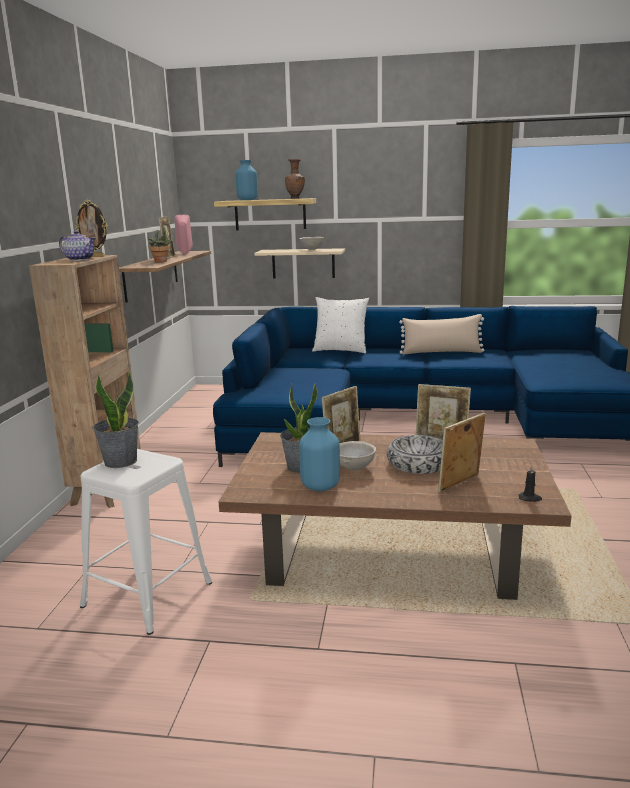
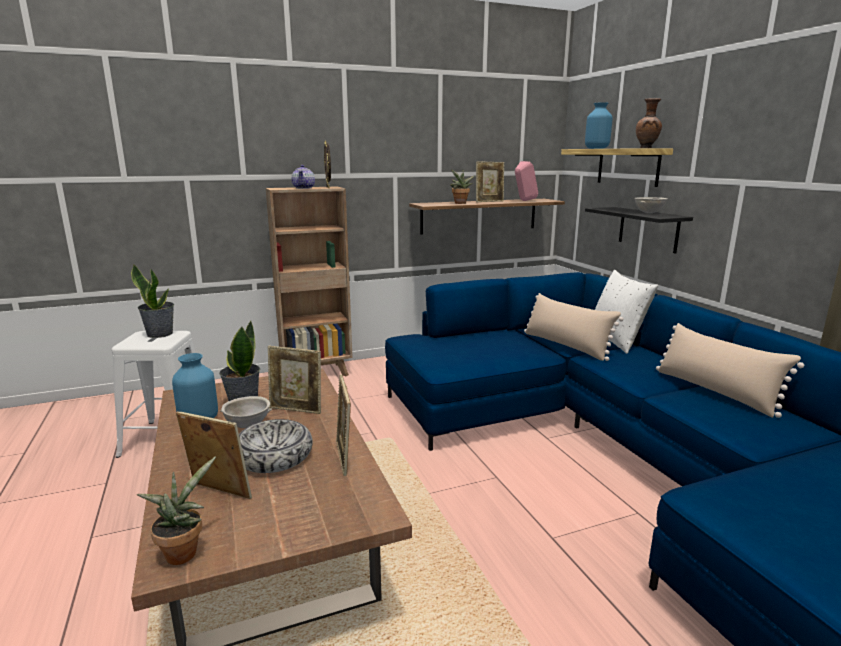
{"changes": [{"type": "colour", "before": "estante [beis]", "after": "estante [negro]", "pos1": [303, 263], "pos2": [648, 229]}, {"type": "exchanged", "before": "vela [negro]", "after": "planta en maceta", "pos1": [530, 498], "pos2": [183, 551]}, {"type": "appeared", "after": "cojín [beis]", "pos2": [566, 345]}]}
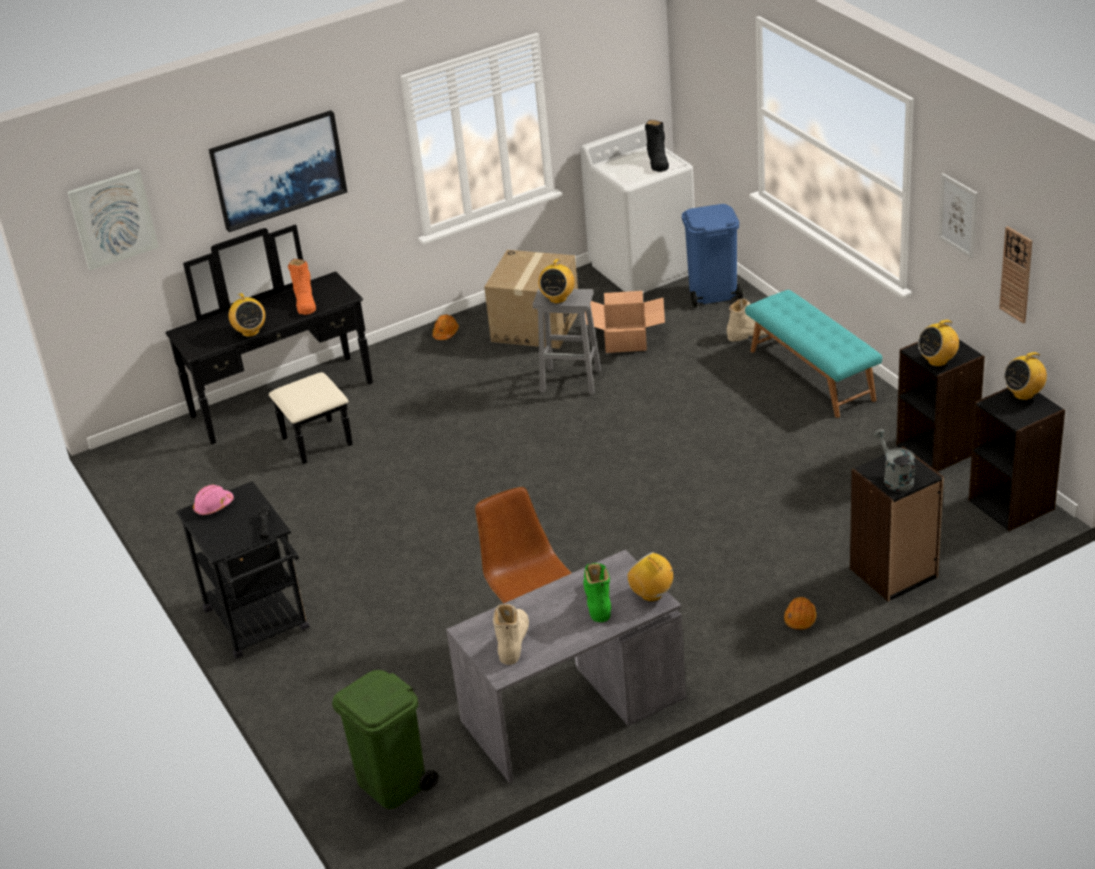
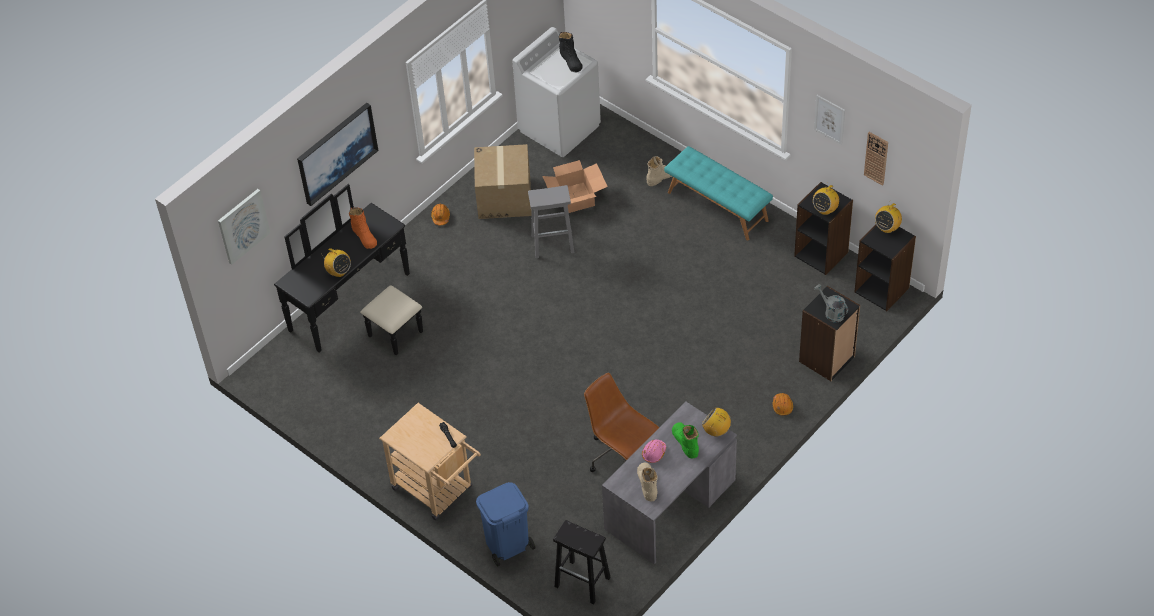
{"changes": [{"type": "relocated", "before": "papelera [azul]", "pos1": [712, 293], "pos2": [507, 544]}, {"type": "missing", "before": "radio", "pos1": [558, 298]}, {"type": "colour", "before": "carrito [negro]", "after": "carrito [beis]", "pos1": [260, 625], "pos2": [437, 491]}, {"type": "relocated", "before": "casco [rosa]", "pos1": [213, 506], "pos2": [654, 453]}, {"type": "exchanged", "before": "papelera [verde]", "after": "taburete [negro]", "pos1": [393, 783], "pos2": [583, 582]}]}
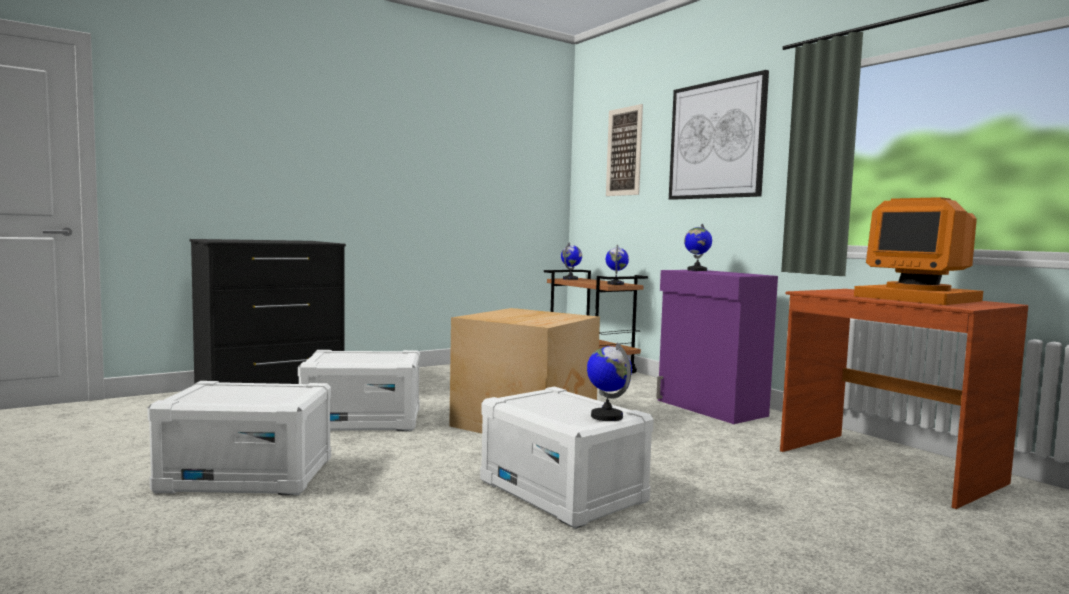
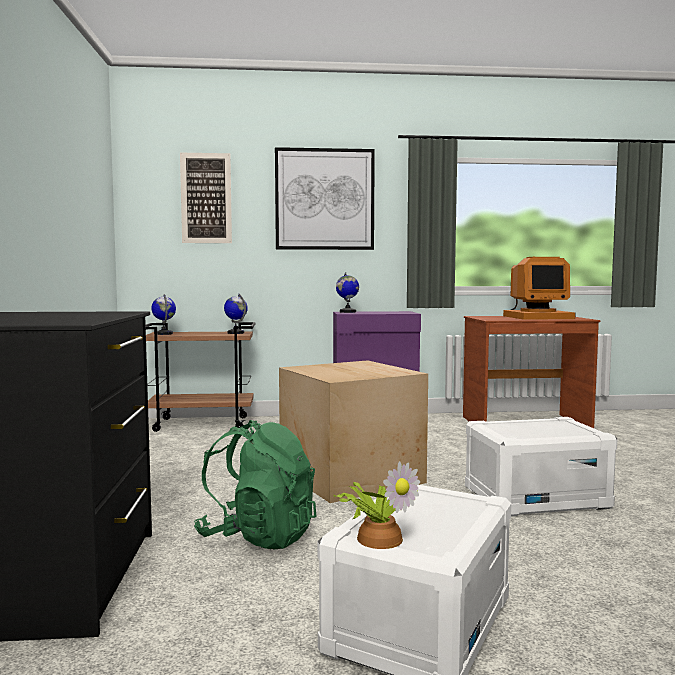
{"changes": [{"type": "missing", "before": "globo terráqueo", "pos1": [607, 416]}, {"type": "exchanged", "before": "caja de almacenaje [blanco]", "after": "mochila [verde]", "pos1": [363, 420], "pos2": [258, 536]}, {"type": "appeared", "after": "planta en maceta", "pos2": [379, 537]}]}
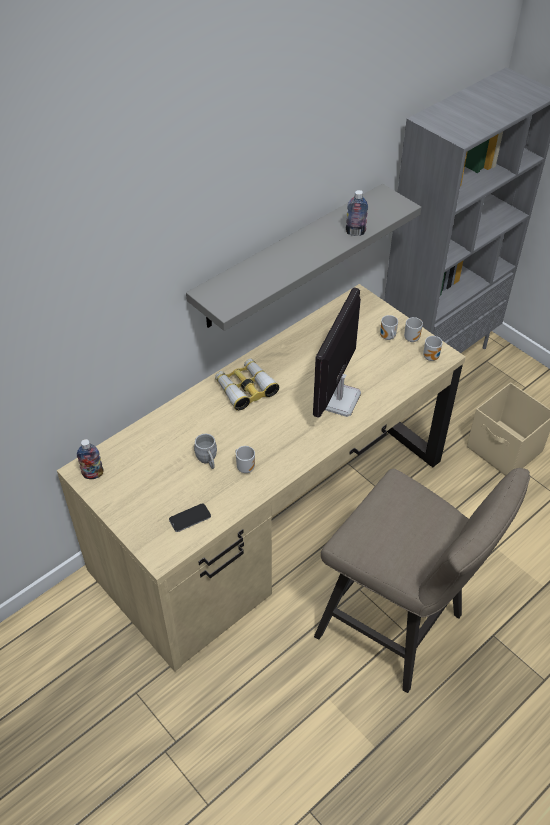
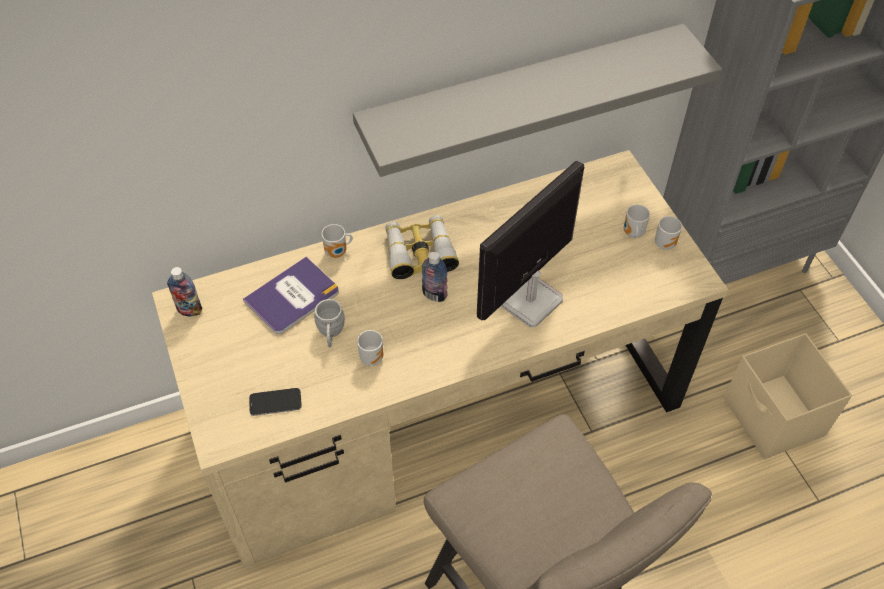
{"changes": [{"type": "relocated", "before": "botella", "pos1": [355, 232], "pos2": [434, 295]}, {"type": "relocated", "before": "taza grande", "pos1": [432, 357], "pos2": [338, 253]}, {"type": "appeared", "after": "libro", "pos2": [292, 297]}]}
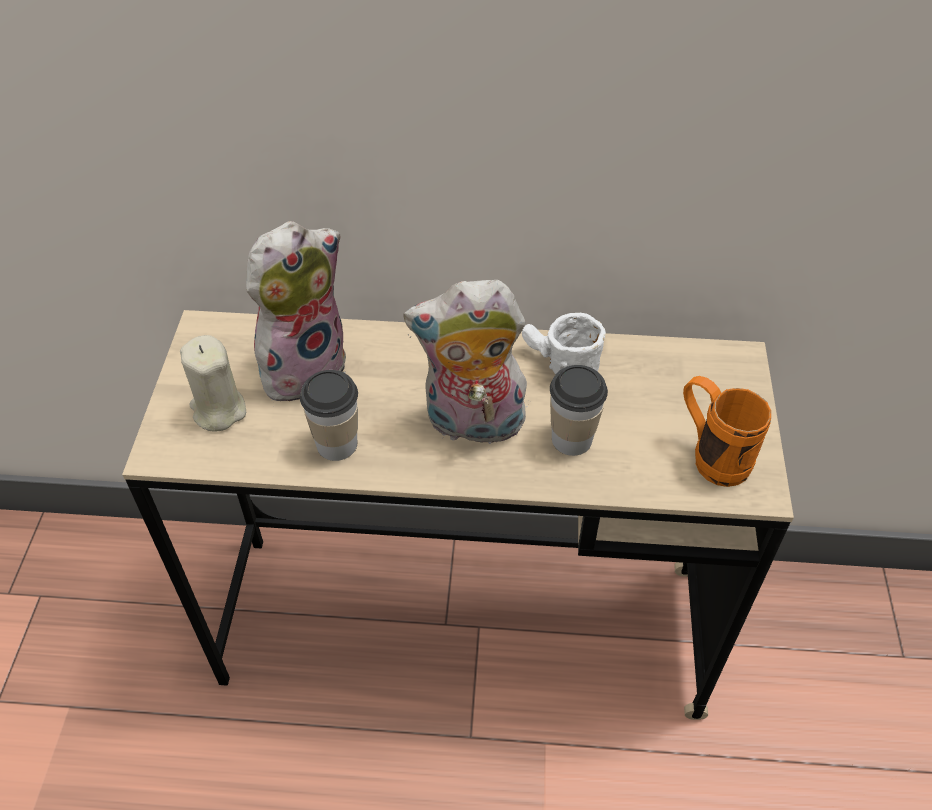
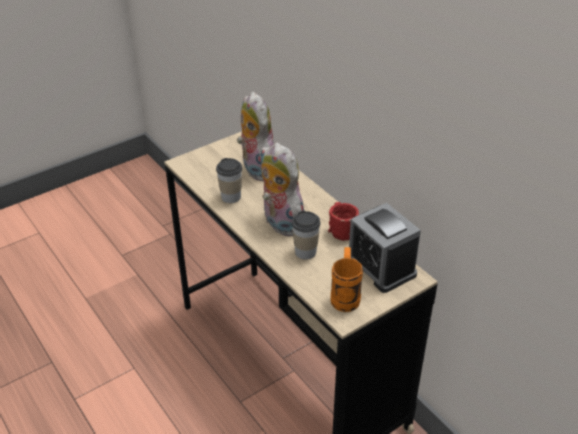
{"changes": [{"type": "spun", "before": "peluche", "pos1": [304, 366], "pos2": [256, 169], "turn": -120}, {"type": "colour", "before": "taza grande [blanco]", "after": "taza grande [rojo]", "pos1": [557, 366], "pos2": [339, 228]}, {"type": "missing", "before": "vela [beis]", "pos1": [218, 410]}, {"type": "appeared", "after": "despertador", "pos2": [381, 266]}]}
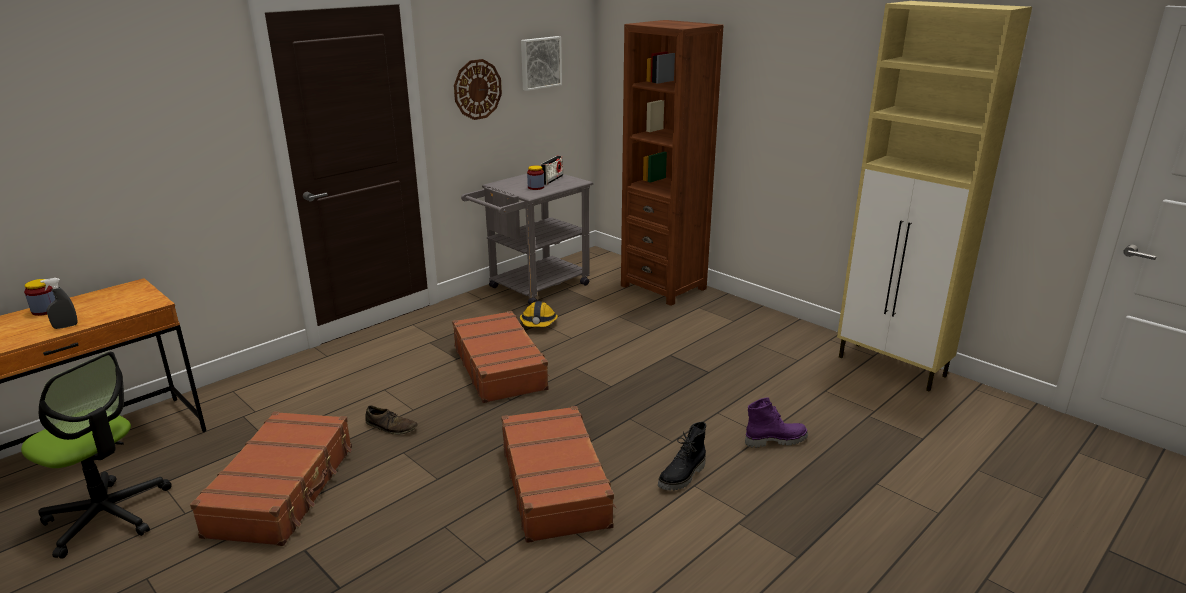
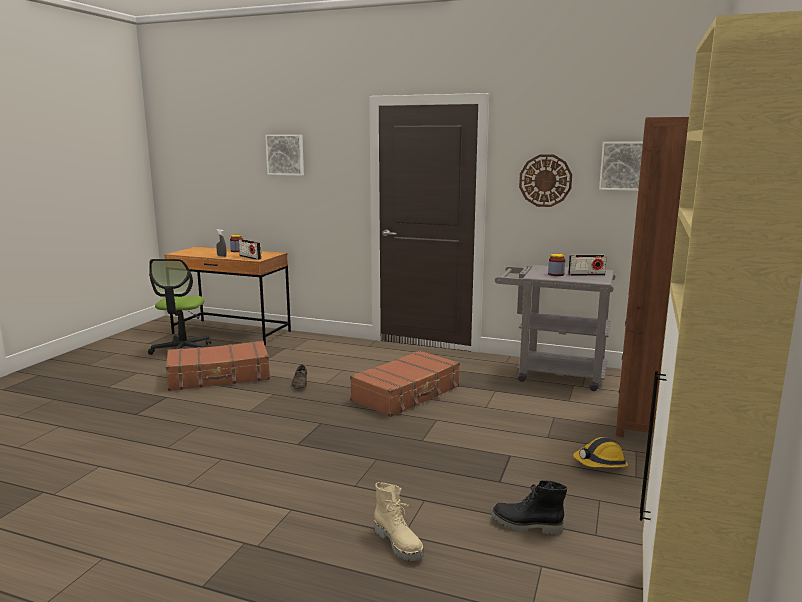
{"changes": [{"type": "relocated", "before": "casco", "pos1": [538, 323], "pos2": [600, 463]}, {"type": "colour", "before": "bota [morado]", "after": "bota [beis]", "pos1": [775, 440], "pos2": [399, 543]}, {"type": "missing", "before": "maleta [marrón]", "pos1": [555, 484]}, {"type": "relocated", "before": "bota [negro]", "pos1": [683, 477], "pos2": [526, 526]}, {"type": "appeared", "after": "cuadro", "pos2": [285, 155]}, {"type": "appeared", "after": "radio", "pos2": [250, 257]}]}
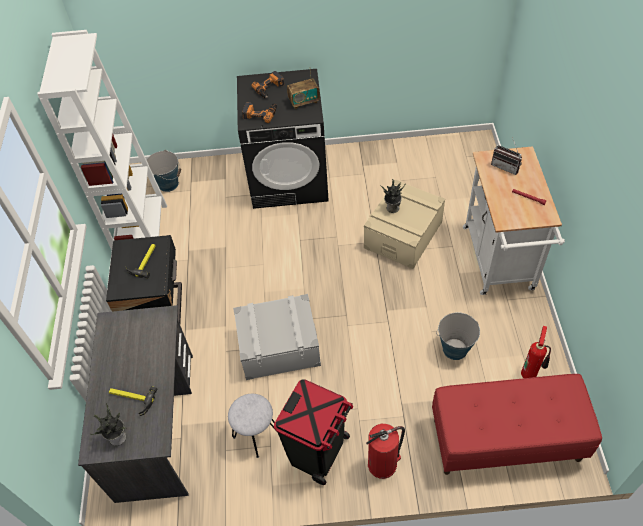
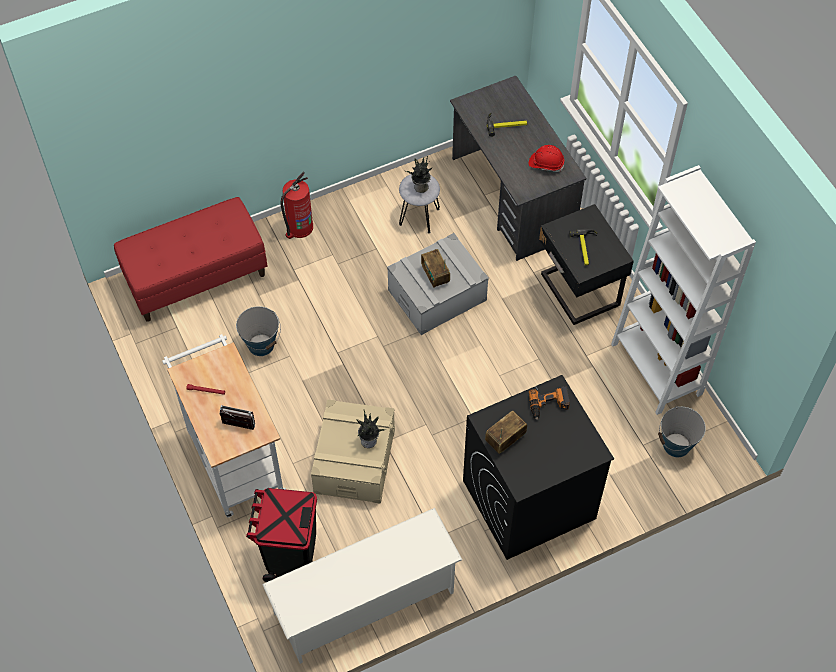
{"changes": [{"type": "missing", "before": "taladro", "pos1": [270, 88]}, {"type": "missing", "before": "extintor", "pos1": [530, 373]}, {"type": "relocated", "before": "papelera [negro]", "pos1": [318, 452], "pos2": [291, 558]}, {"type": "relocated", "before": "planta en maceta", "pos1": [118, 437], "pos2": [420, 187]}, {"type": "appeared", "after": "casco [rojo]", "pos2": [546, 164]}, {"type": "appeared", "after": "radio", "pos2": [435, 275]}, {"type": "appeared", "after": "zapatero [blanco]", "pos2": [365, 603]}]}
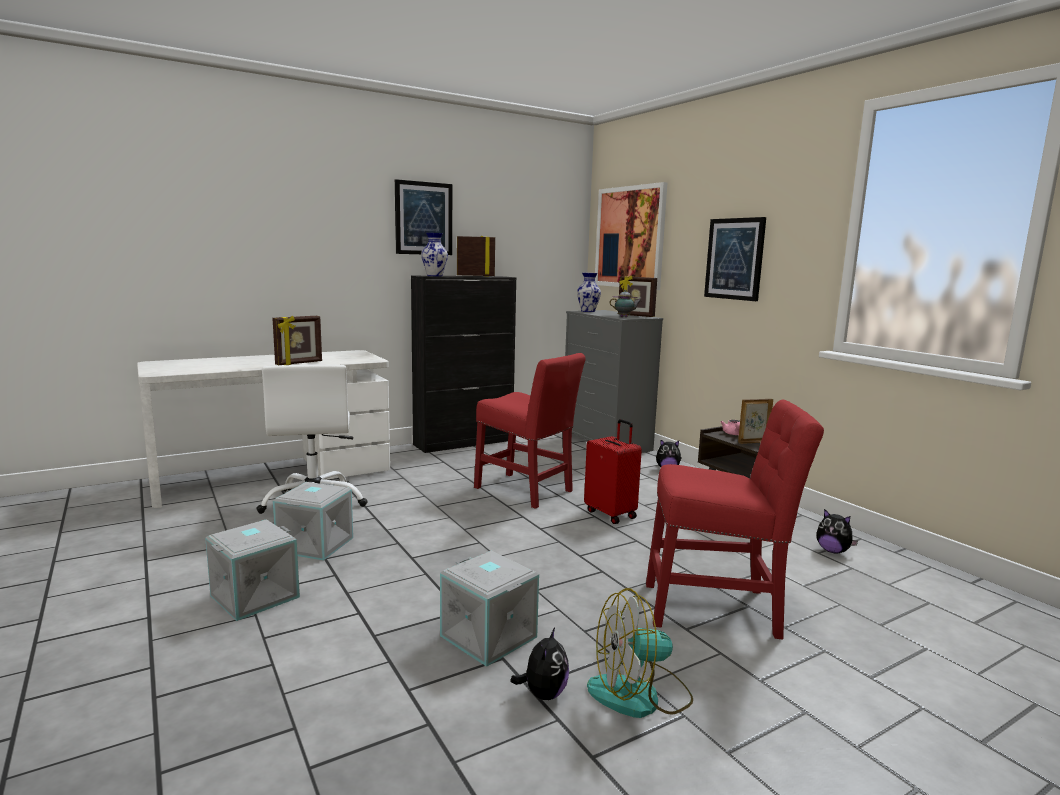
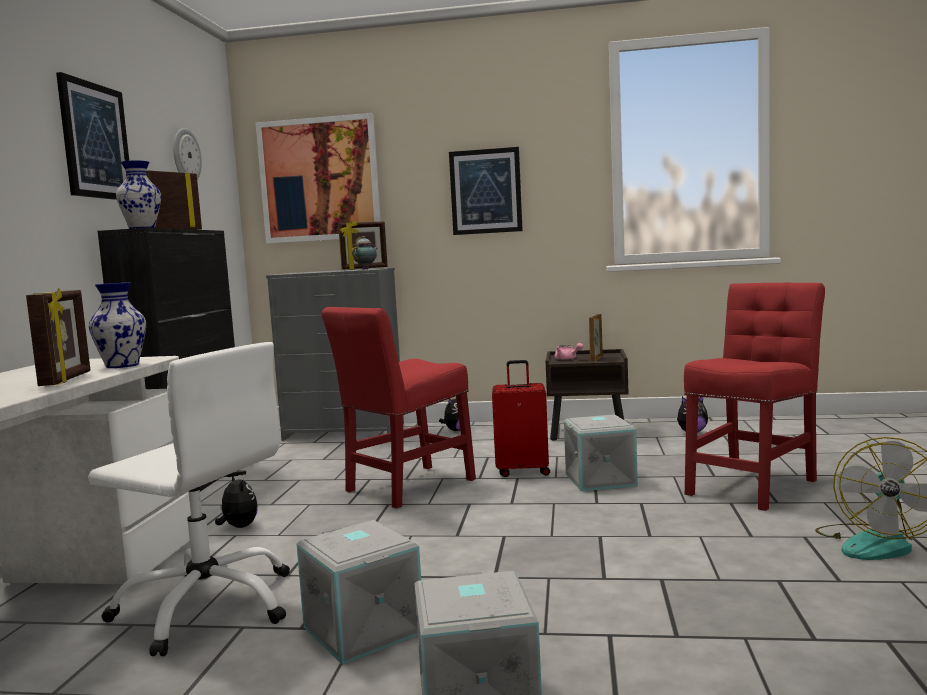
{"changes": [{"type": "relocated", "before": "florero", "pos1": [588, 311], "pos2": [123, 365]}, {"type": "spun", "before": "silla [rojo]", "pos1": [526, 491], "pos2": [406, 487], "turn": 150}, {"type": "relocated", "before": "caja de almacenaje [gris]", "pos1": [490, 636], "pos2": [600, 479]}, {"type": "relocated", "before": "peluche", "pos1": [543, 693], "pos2": [238, 527]}, {"type": "appeared", "after": "reloj de pared", "pos2": [185, 156]}]}
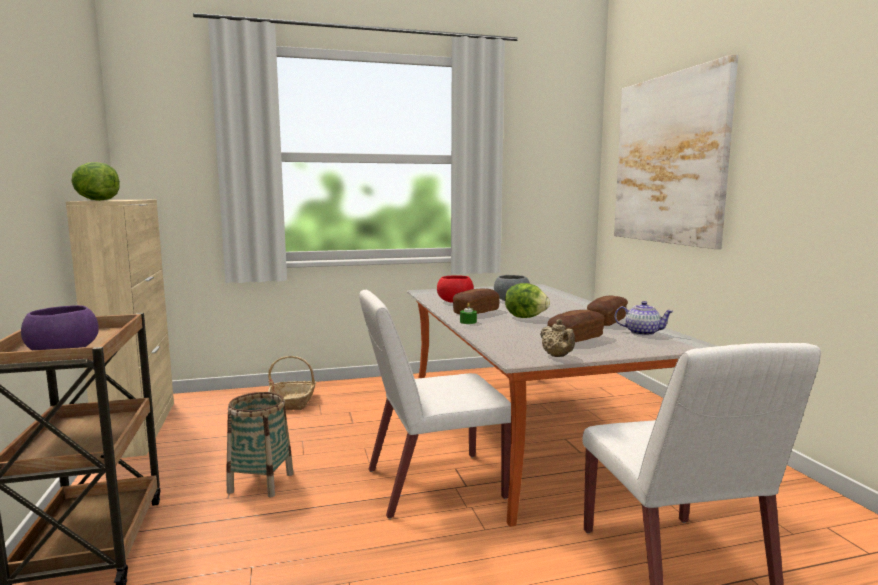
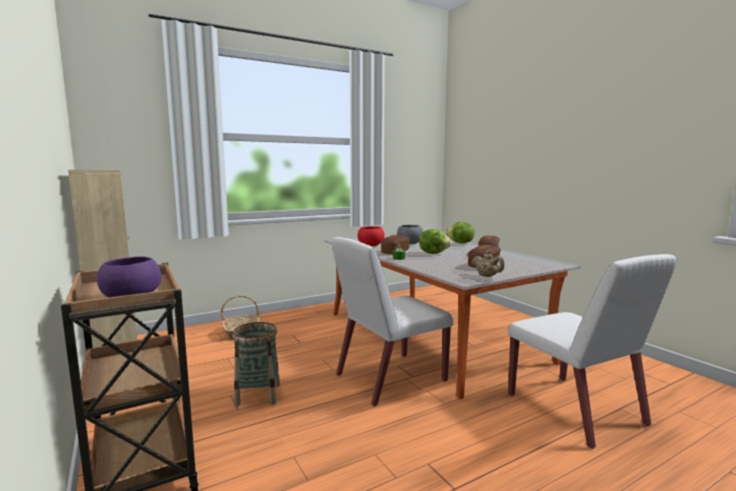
{"changes": [{"type": "missing", "before": "cuadro", "pos1": [669, 159]}, {"type": "relocated", "before": "lechuga", "pos1": [96, 200], "pos2": [460, 243]}, {"type": "missing", "before": "tetera", "pos1": [642, 333]}]}
